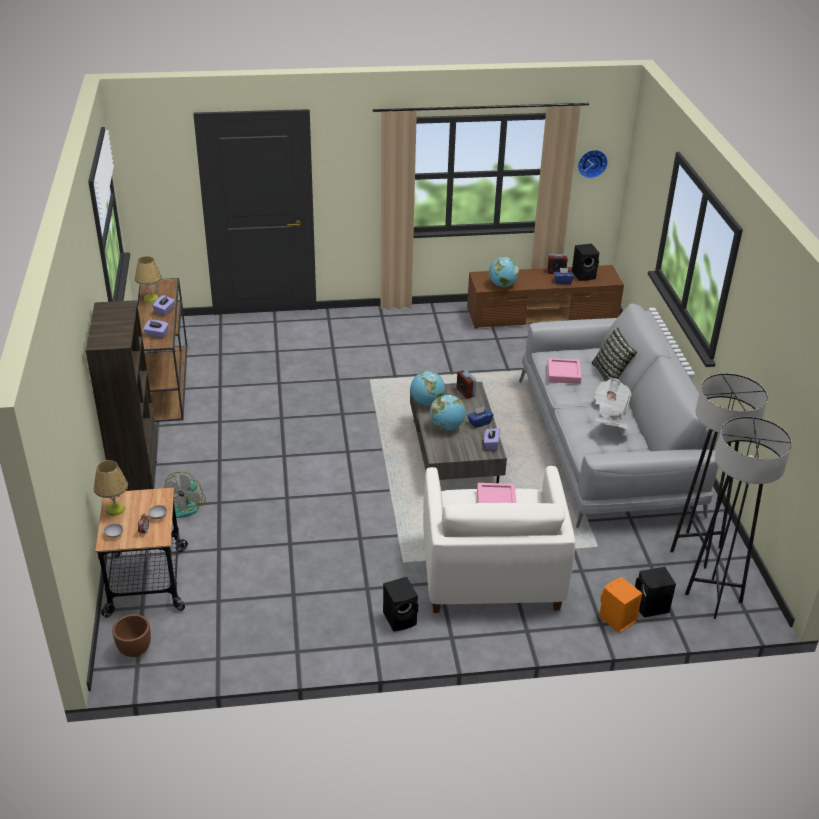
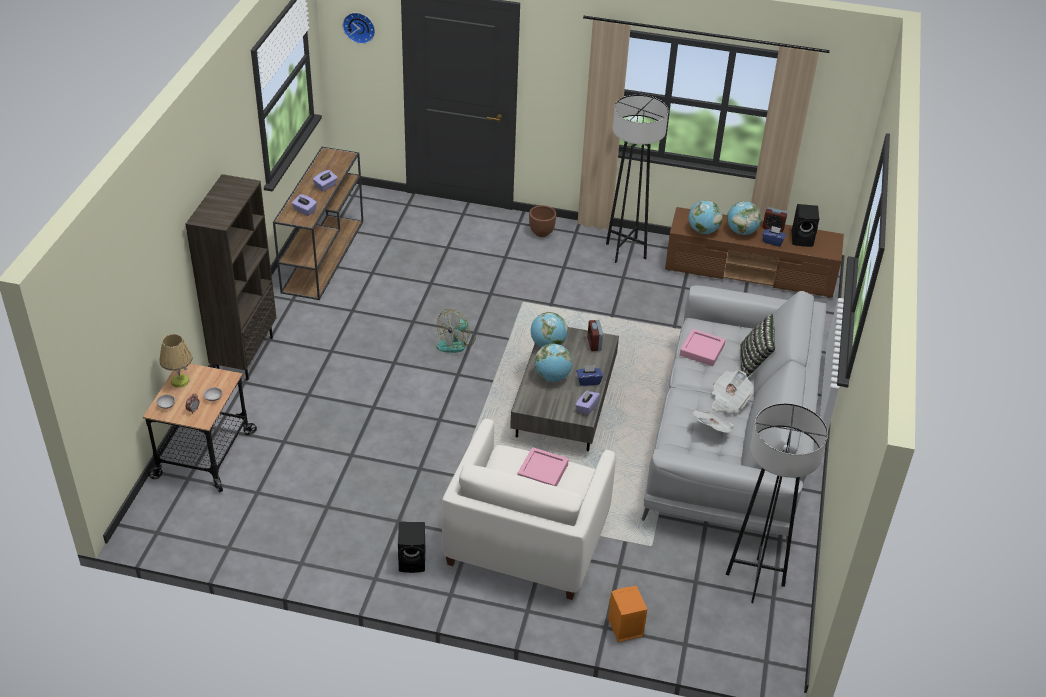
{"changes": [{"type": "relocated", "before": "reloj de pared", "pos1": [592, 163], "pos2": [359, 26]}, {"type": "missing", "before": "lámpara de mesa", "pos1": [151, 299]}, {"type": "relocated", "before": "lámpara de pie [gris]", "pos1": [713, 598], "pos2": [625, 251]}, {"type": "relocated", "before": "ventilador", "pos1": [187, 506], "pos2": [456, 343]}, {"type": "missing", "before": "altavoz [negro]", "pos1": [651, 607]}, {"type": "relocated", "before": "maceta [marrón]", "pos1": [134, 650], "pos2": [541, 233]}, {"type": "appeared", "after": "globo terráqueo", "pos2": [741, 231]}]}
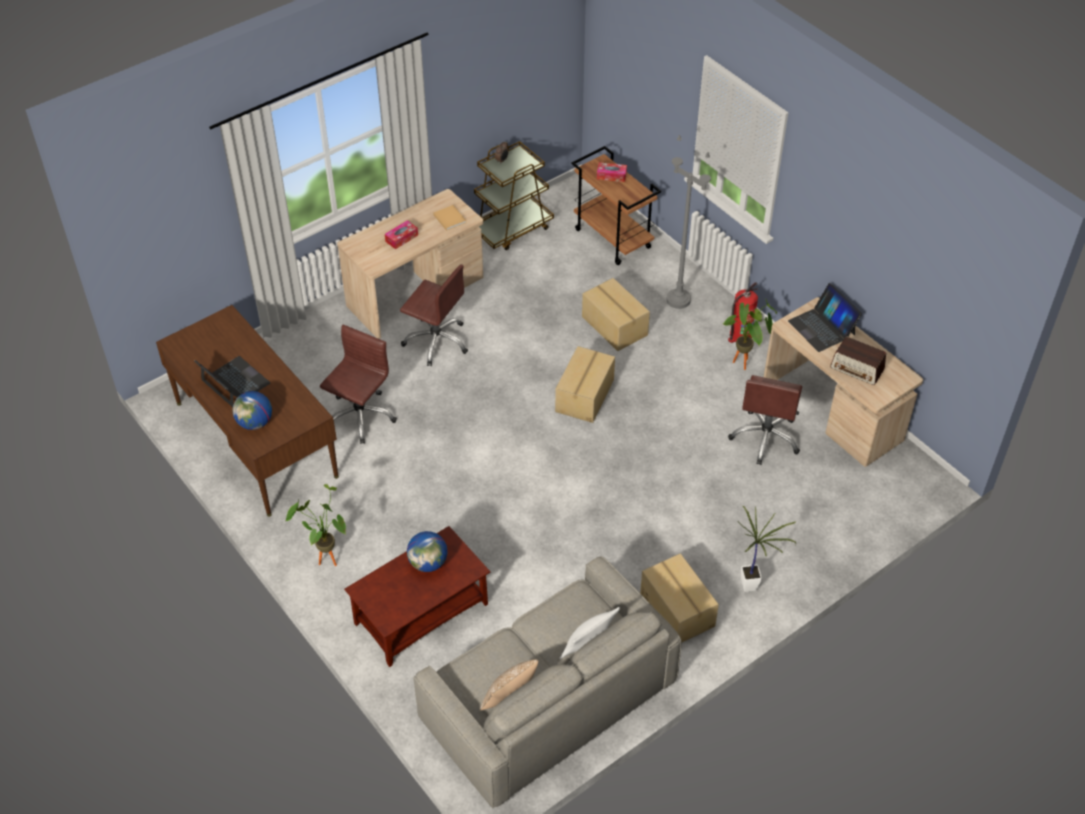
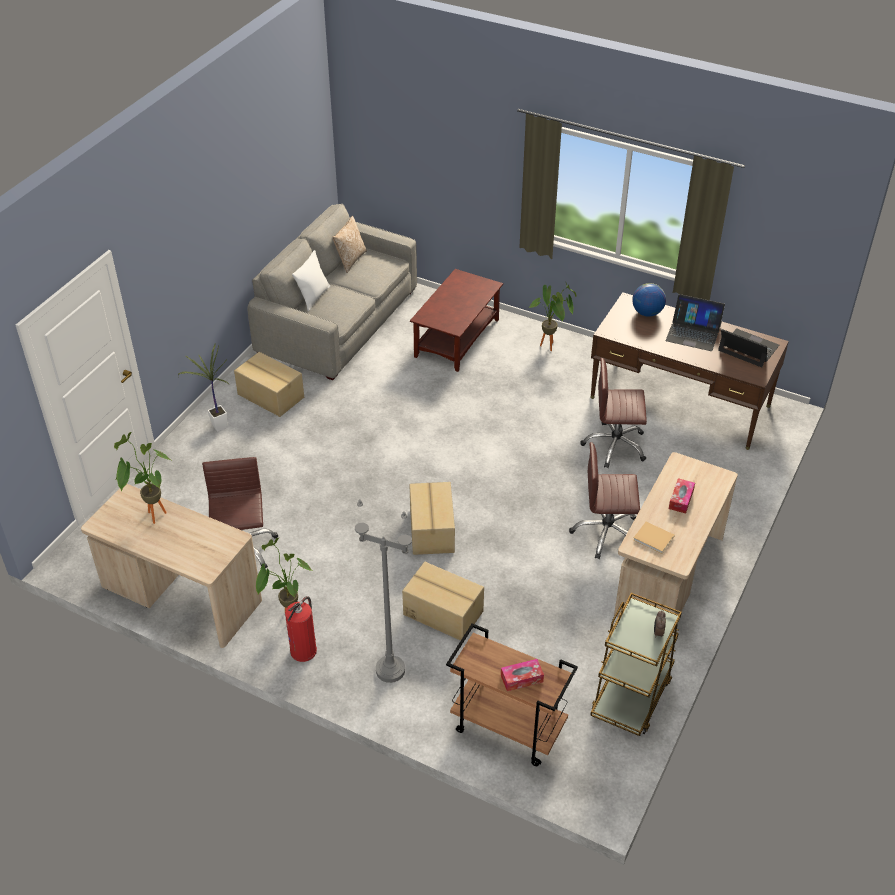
{"changes": [{"type": "relocated", "before": "portátil", "pos1": [822, 327], "pos2": [748, 348]}, {"type": "spun", "before": "silla de oficina [marrón]", "pos1": [360, 416], "pos2": [615, 446], "turn": 90}, {"type": "exchanged", "before": "radio", "after": "planta en maceta", "pos1": [857, 369], "pos2": [151, 517]}, {"type": "missing", "before": "globo terráqueo", "pos1": [428, 563]}]}
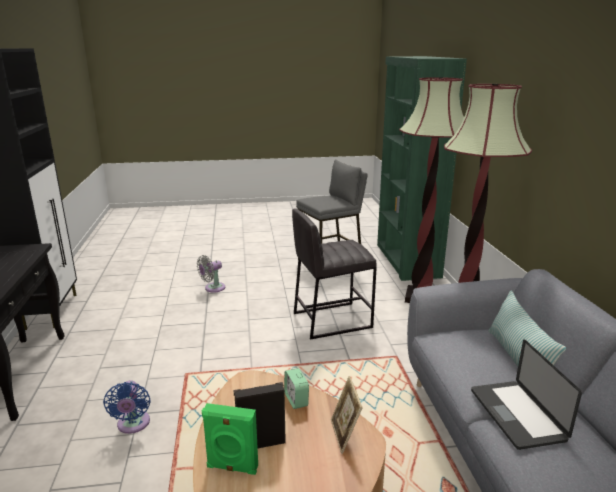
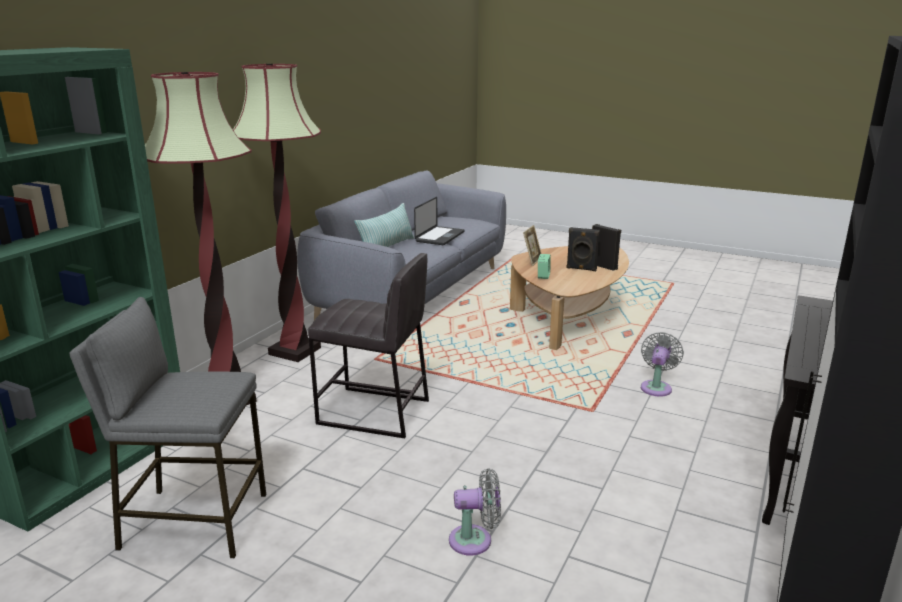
{"changes": [{"type": "colour", "before": "ventilador [azul]", "after": "ventilador [gris]", "pos1": [133, 425], "pos2": [656, 387]}, {"type": "colour", "before": "altavoz [verde]", "after": "altavoz [negro]", "pos1": [232, 468], "pos2": [604, 266]}]}
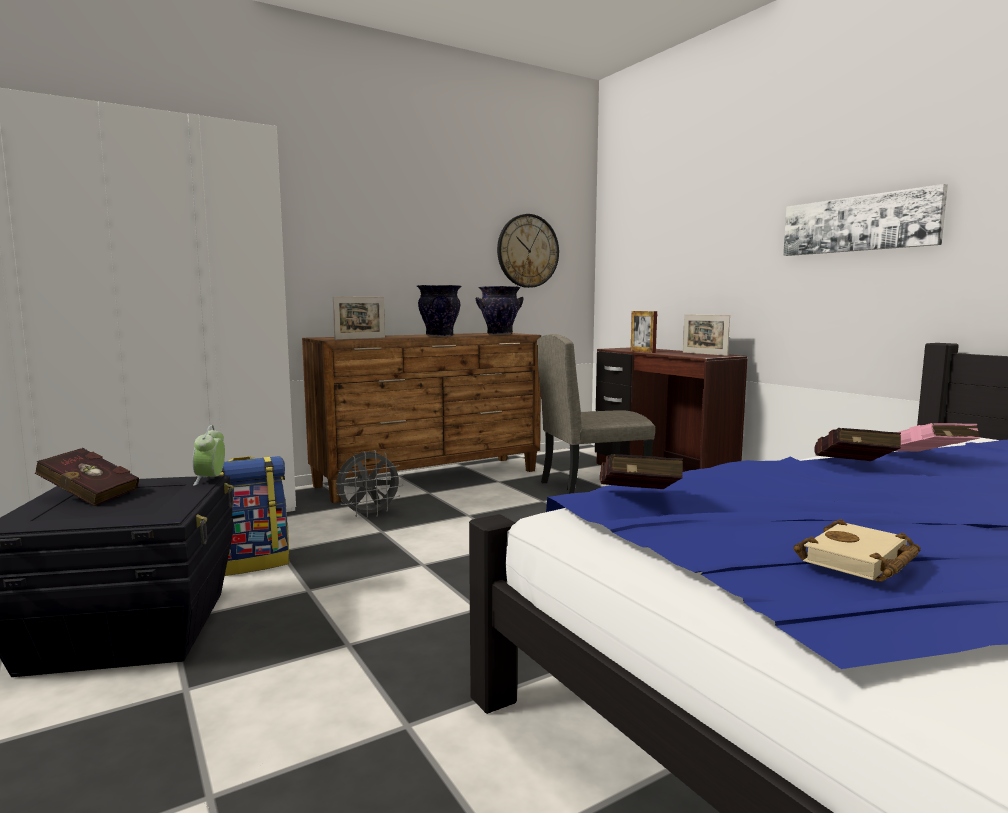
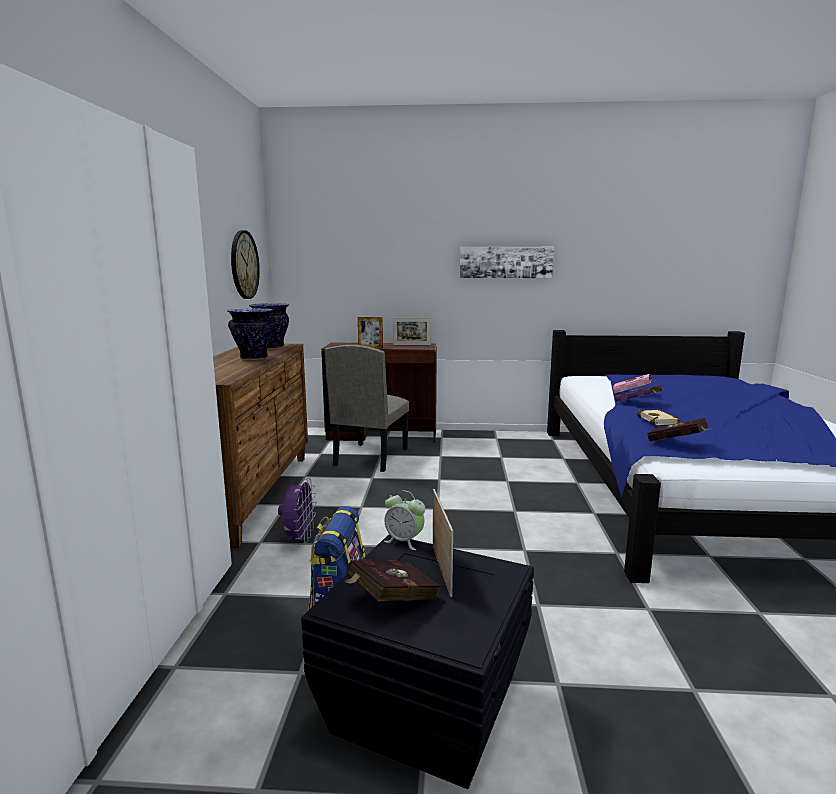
{"changes": [{"type": "relocated", "before": "portarretratos", "pos1": [360, 338], "pos2": [441, 569]}, {"type": "colour", "before": "libro [rojo]", "after": "libro [morado]", "pos1": [853, 468], "pos2": [638, 404]}, {"type": "colour", "before": "ventilador [gris]", "after": "ventilador [morado]", "pos1": [369, 515], "pos2": [299, 540]}, {"type": "relocated", "before": "libro [beis]", "pos1": [859, 561], "pos2": [659, 421]}]}
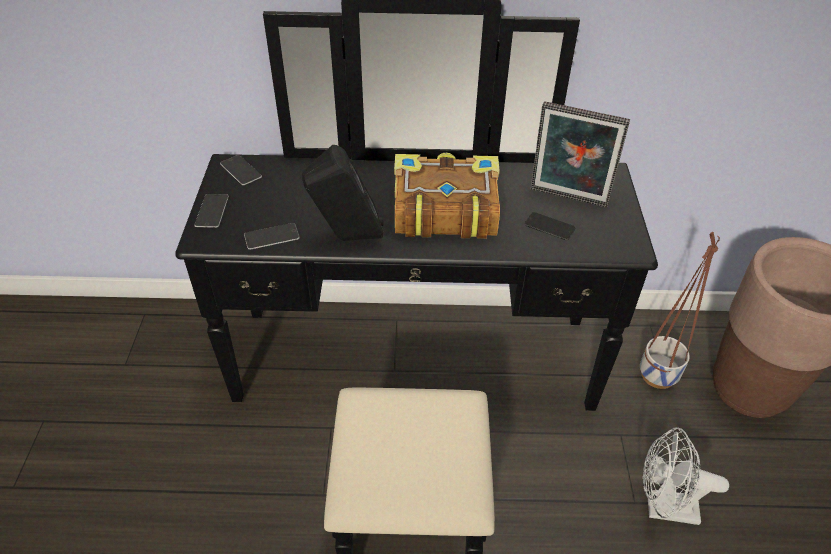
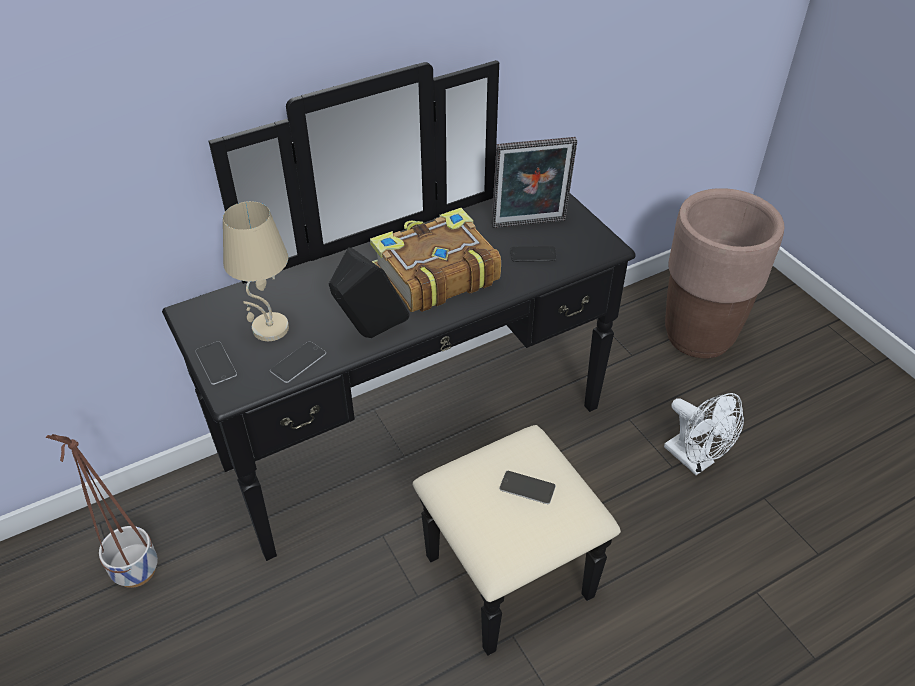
{"changes": [{"type": "relocated", "before": "móvil", "pos1": [240, 170], "pos2": [527, 487]}, {"type": "relocated", "before": "maceta", "pos1": [658, 375], "pos2": [136, 570]}, {"type": "spun", "before": "ventilador [blanco]", "pos1": [663, 508], "pos2": [695, 460], "turn": -105}, {"type": "appeared", "after": "lámpara de mesa [beis]", "pos2": [270, 329]}]}
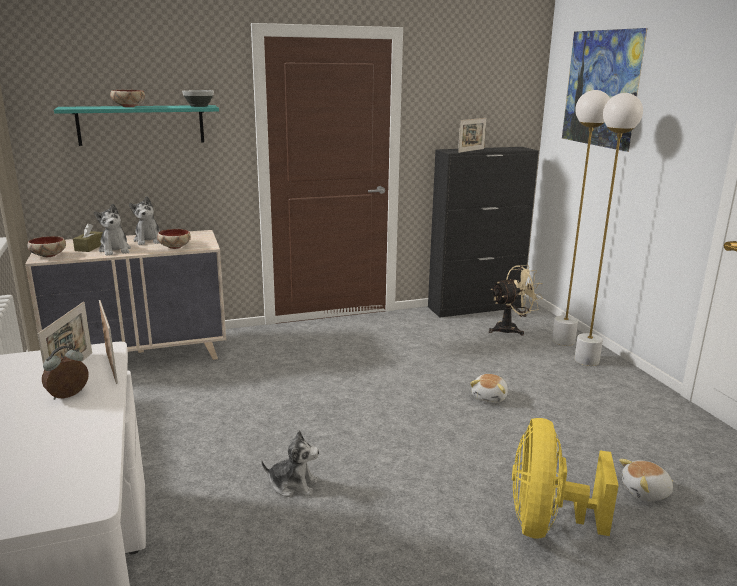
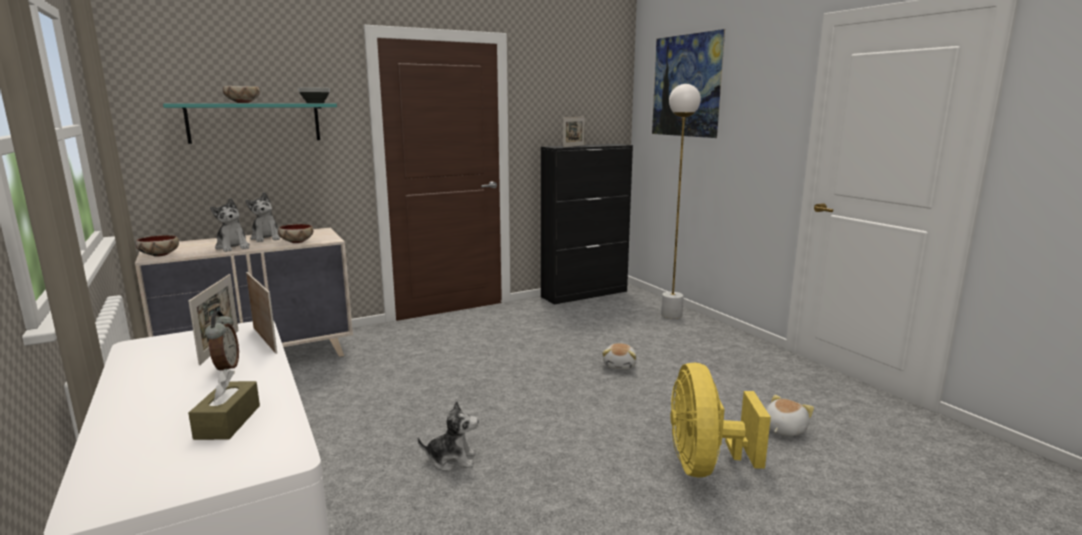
{"changes": [{"type": "missing", "before": "lámpara de pie [blanco]", "pos1": [586, 360]}, {"type": "relocated", "before": "caja de pañuelos [marrón]", "pos1": [90, 247], "pos2": [228, 422]}, {"type": "missing", "before": "ventilador [beis]", "pos1": [511, 329]}, {"type": "spun", "before": "despertador", "pos1": [69, 396], "pos2": [226, 368], "turn": 135}, {"type": "spun", "before": "peluche", "pos1": [646, 492], "pos2": [783, 429], "turn": 150}]}
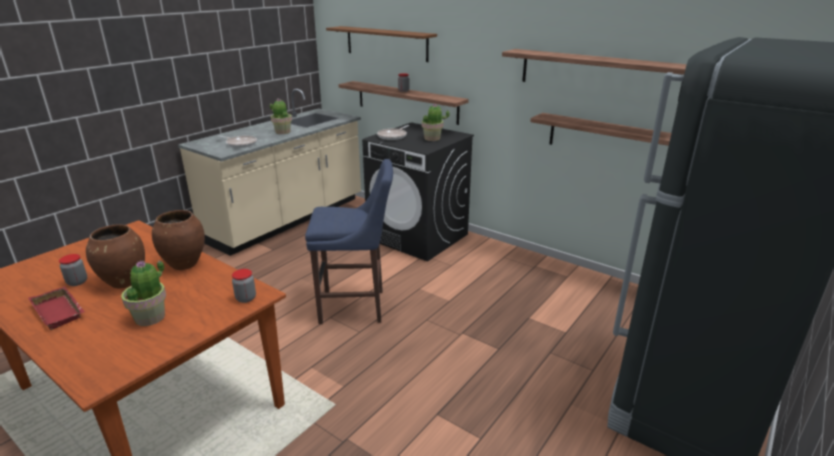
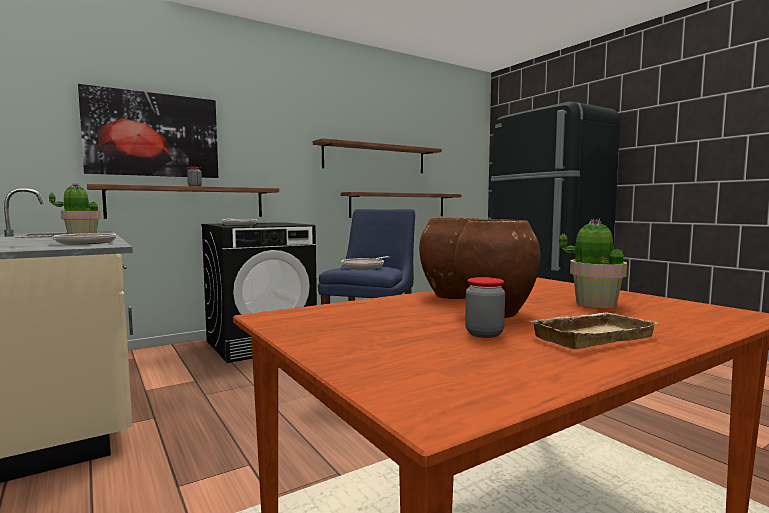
{"changes": [{"type": "exchanged", "before": "estante [marrón]", "after": "cuadro", "pos1": [386, 43], "pos2": [153, 135]}, {"type": "missing", "before": "planta en maceta", "pos1": [432, 139]}, {"type": "missing", "before": "tarro", "pos1": [246, 298]}, {"type": "colour", "before": "bandeja [rojo]", "after": "bandeja [beis]", "pos1": [61, 311], "pos2": [590, 336]}, {"type": "appeared", "after": "sartén", "pos2": [365, 267]}]}
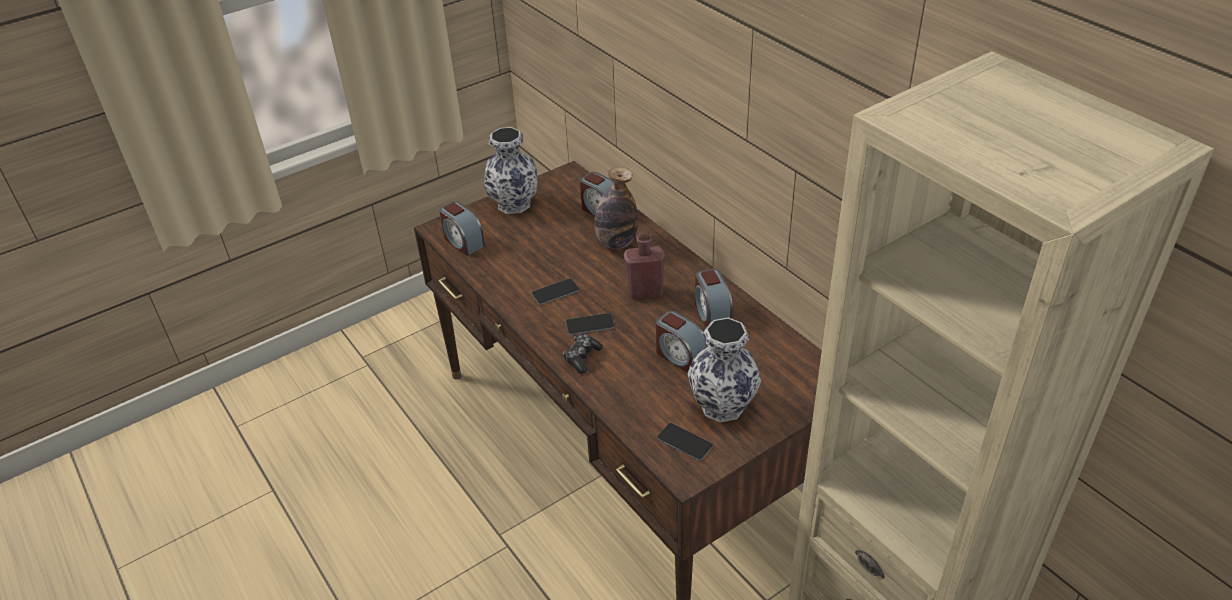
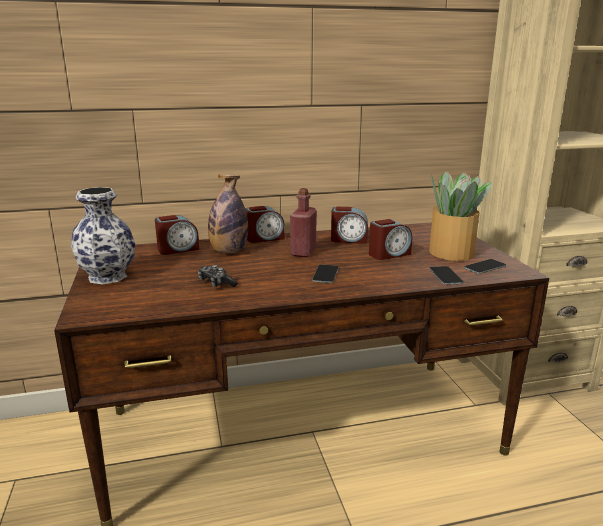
{"changes": [{"type": "relocated", "before": "despertador", "pos1": [463, 242], "pos2": [264, 238]}, {"type": "relocated", "before": "móvil", "pos1": [555, 292], "pos2": [445, 276]}, {"type": "exchanged", "before": "florero", "after": "planta en maceta", "pos1": [722, 407], "pos2": [451, 252]}, {"type": "relocated", "before": "mando de consola", "pos1": [582, 357], "pos2": [216, 283]}]}
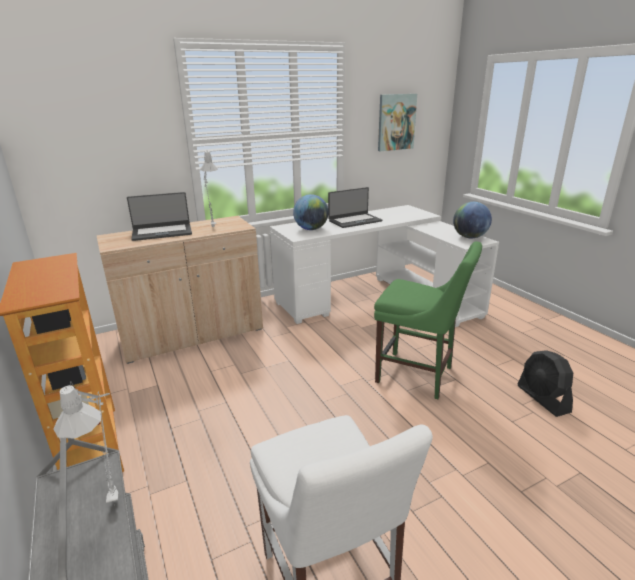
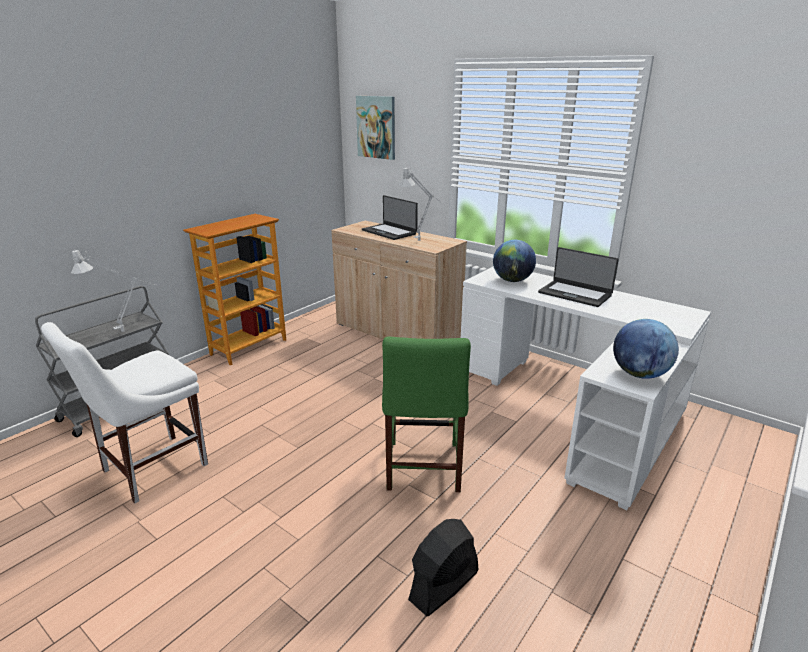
{"changes": [{"type": "relocated", "before": "cuadro", "pos1": [396, 122], "pos2": [376, 127]}]}
